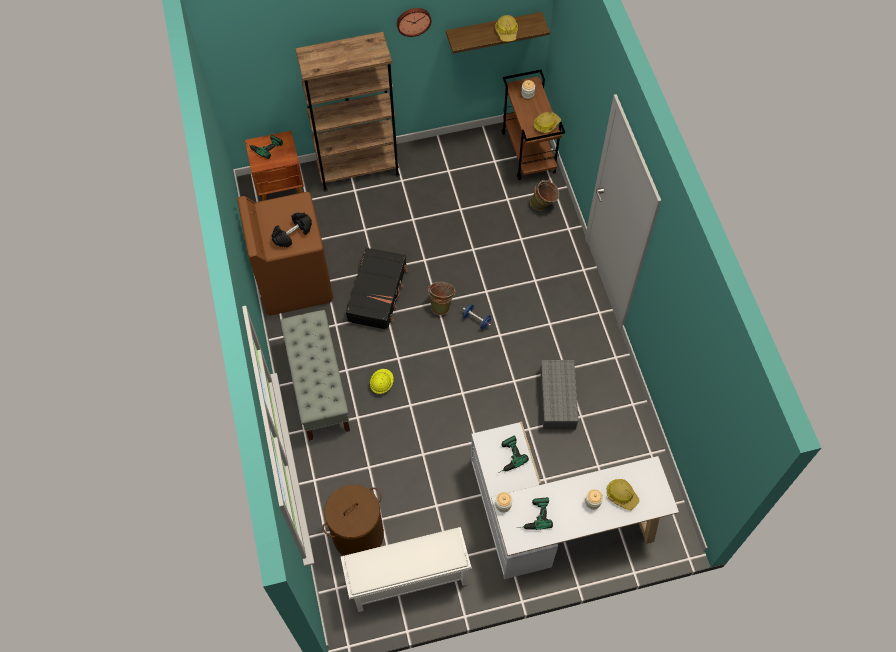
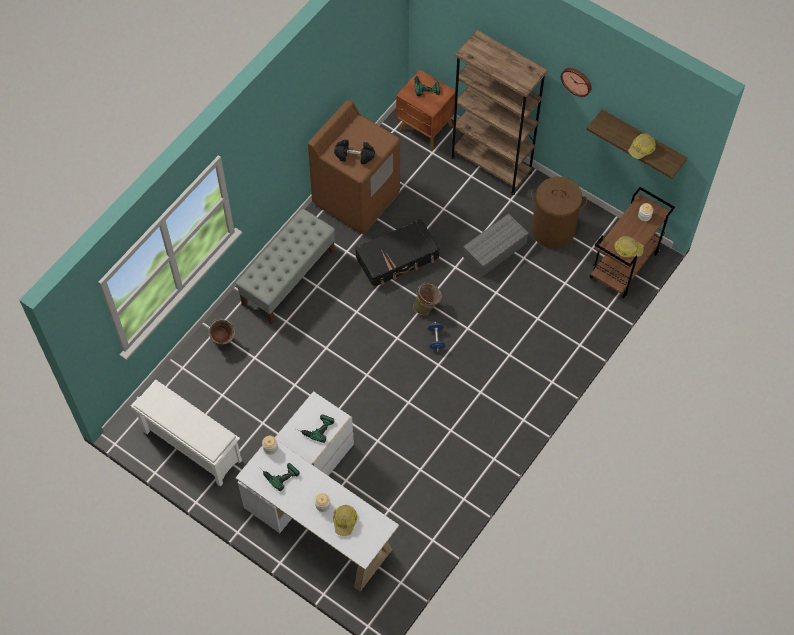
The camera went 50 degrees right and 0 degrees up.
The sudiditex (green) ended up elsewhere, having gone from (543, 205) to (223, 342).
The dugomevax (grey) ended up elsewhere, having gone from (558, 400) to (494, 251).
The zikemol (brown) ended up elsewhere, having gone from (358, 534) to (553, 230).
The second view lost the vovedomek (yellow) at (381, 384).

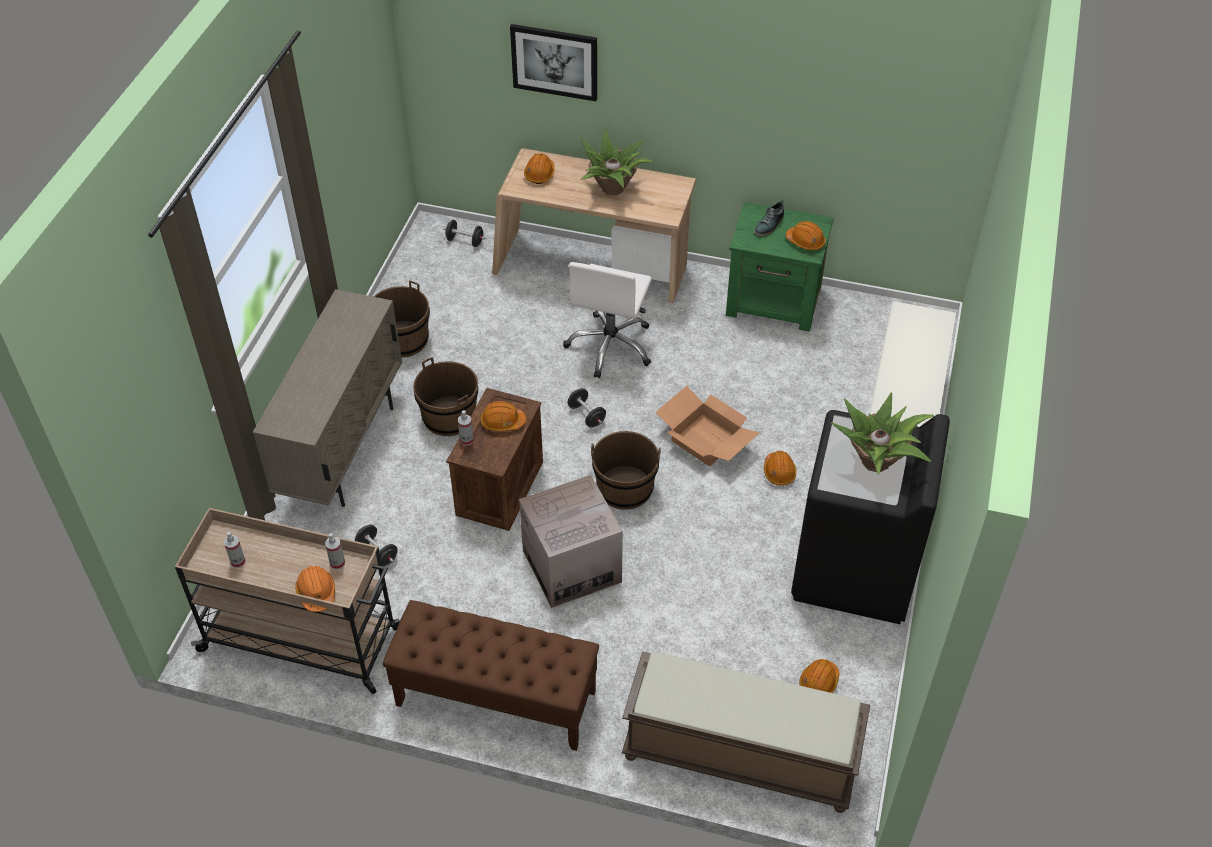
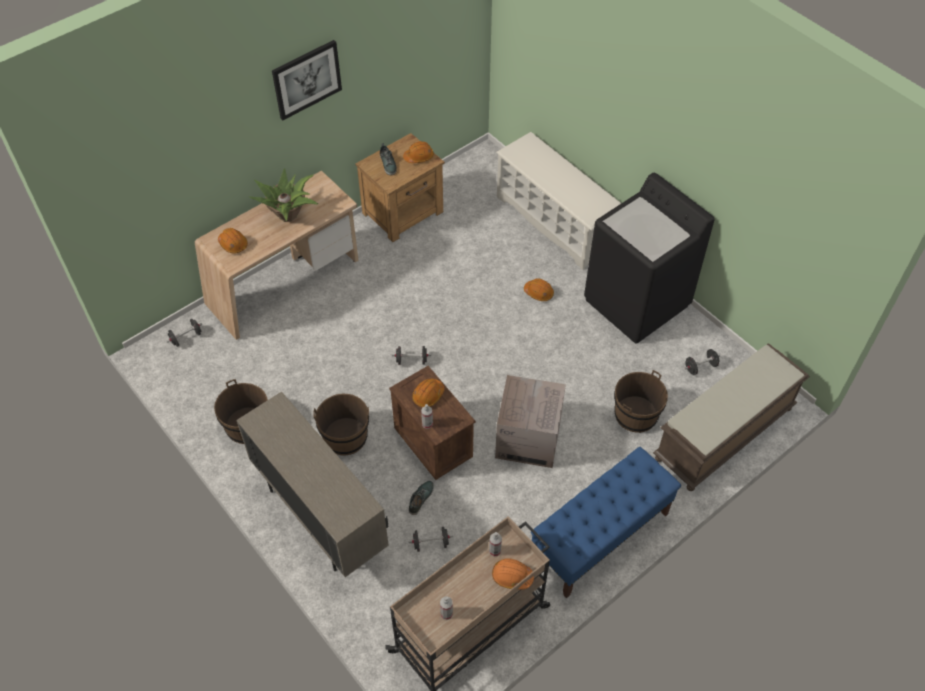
The camera went 55 degrees left and 5 degrees up.
The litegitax ended up elsewhere, having gone from (554, 61) to (306, 79).
What was the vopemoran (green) at (775, 302) turned into the vopemoran (brown) at (404, 212).
The second view gained the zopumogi at (420, 498).
What was the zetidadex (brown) at (495, 698) turned into the zetidadex (blue) at (600, 537).
The sudiditex (brown) ended up elsewhere, having gone from (625, 488) to (636, 415).
Where the vovedomek (orange) stood at (818, 682), the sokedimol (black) came to stand at (700, 367).
The second view lost the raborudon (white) at (611, 346).
The second view lost the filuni at (707, 440).
The second view lost the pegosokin at (877, 462).

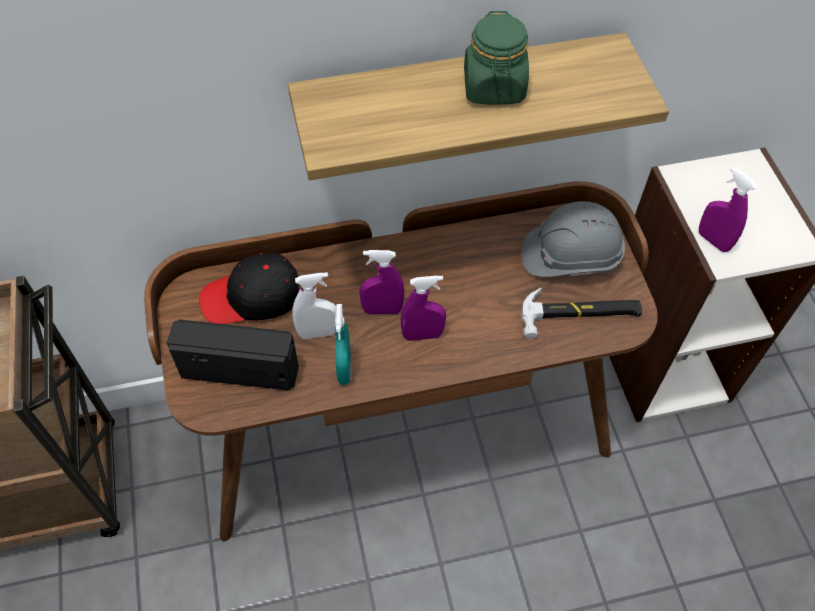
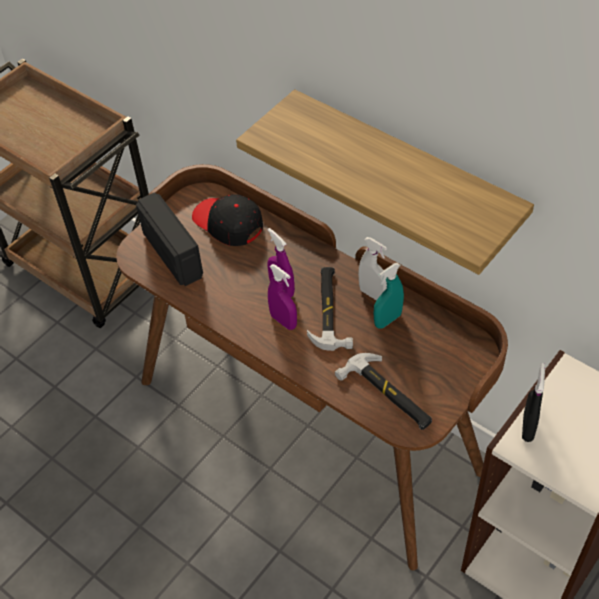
The camera went 55 degrees right and 5 degrees down.
The second view gained the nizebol at (329, 310).
The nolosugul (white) ended up elsewhere, having gone from (318, 333) to (373, 294).
The nolosugul (turquoise) ended up elsewhere, having gone from (344, 369) to (387, 320).
What was the nolosugul (purple) at (713, 241) turned into the nolosugul (black) at (528, 427).
The second view lost the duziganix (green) at (494, 87).
The second view lost the vovedomek (grey) at (570, 256).

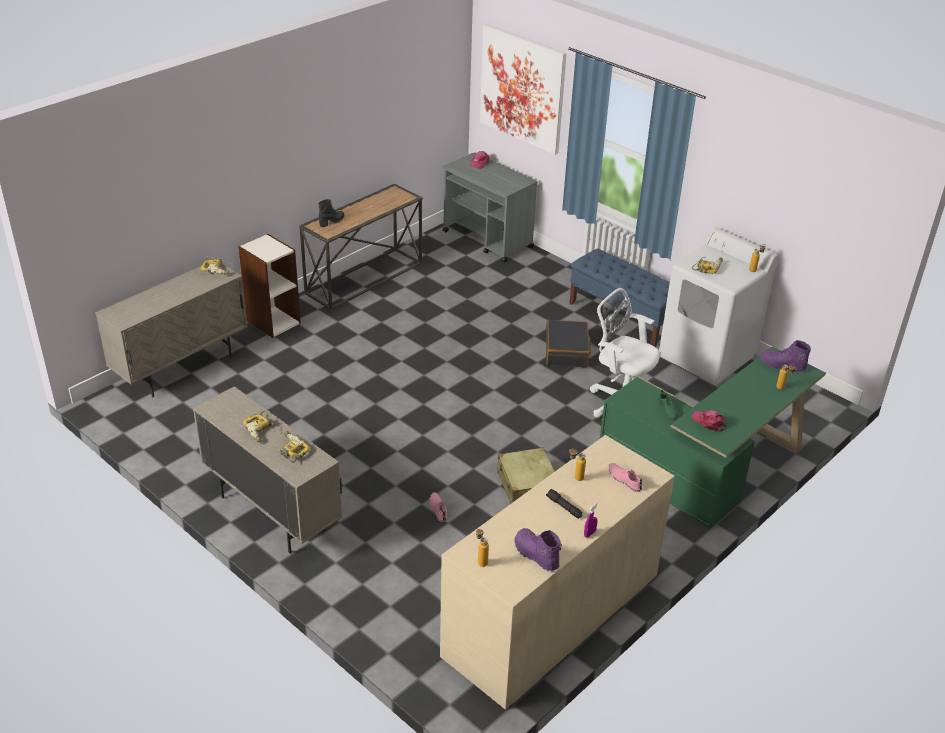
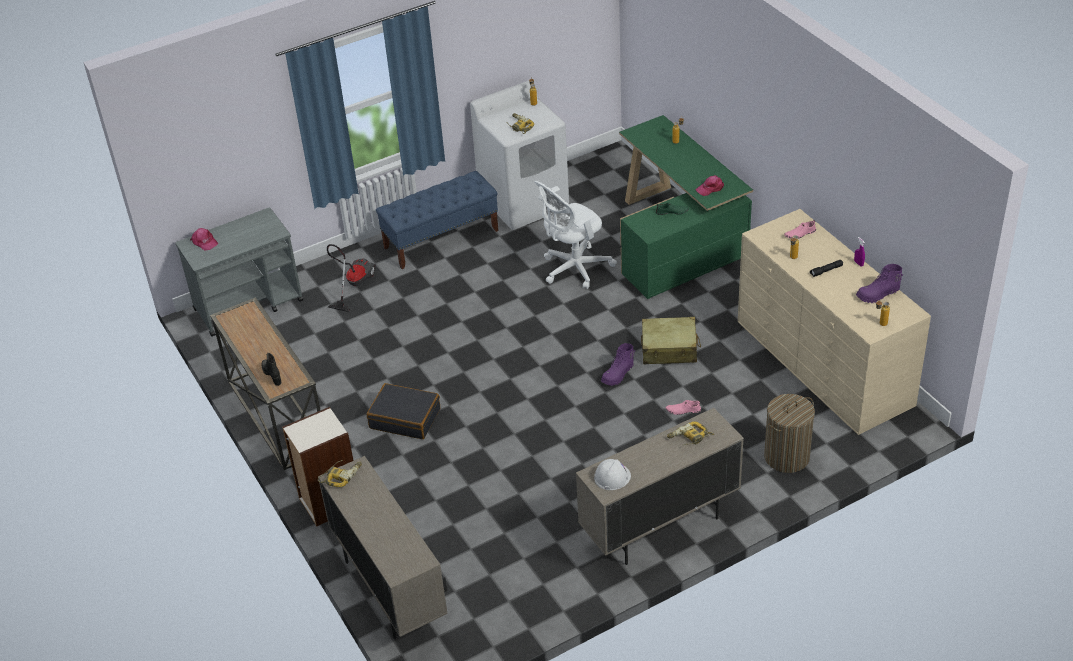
The camera went 70 degrees left and 5 degrees up.
The second view gained the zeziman at (353, 284).
The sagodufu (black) ended up elsewhere, having gone from (567, 351) to (405, 418).
The second view gained the vovedomek (white) at (612, 477).
The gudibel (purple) ended up elsewhere, having gone from (782, 365) to (618, 375).
The second view gained the zikemol at (786, 457).
The second view lost the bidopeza at (261, 430).
The second view lost the litegitax at (522, 88).

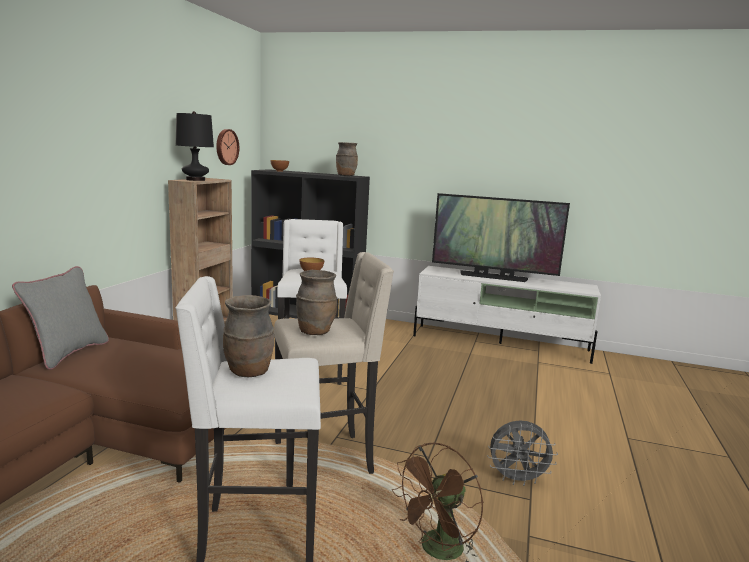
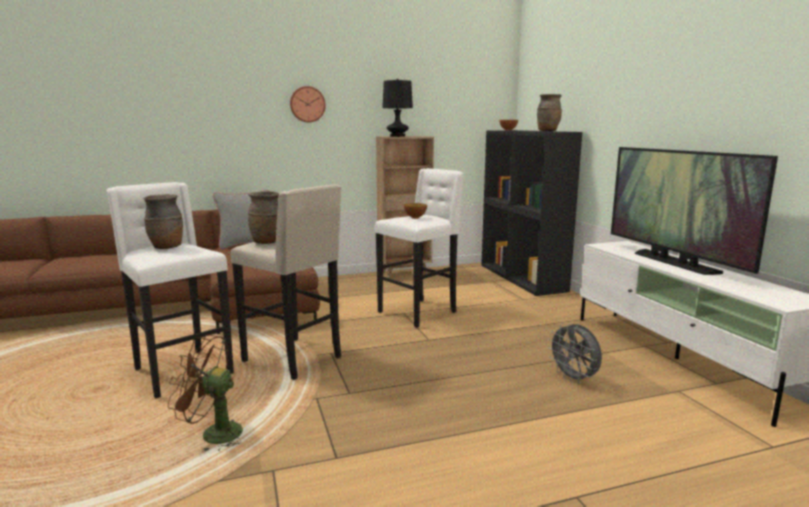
The camera went 55 degrees right and 0 degrees up.
The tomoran ended up elsewhere, having gone from (226, 147) to (307, 104).
The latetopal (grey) ended up elsewhere, having gone from (517, 480) to (574, 379).

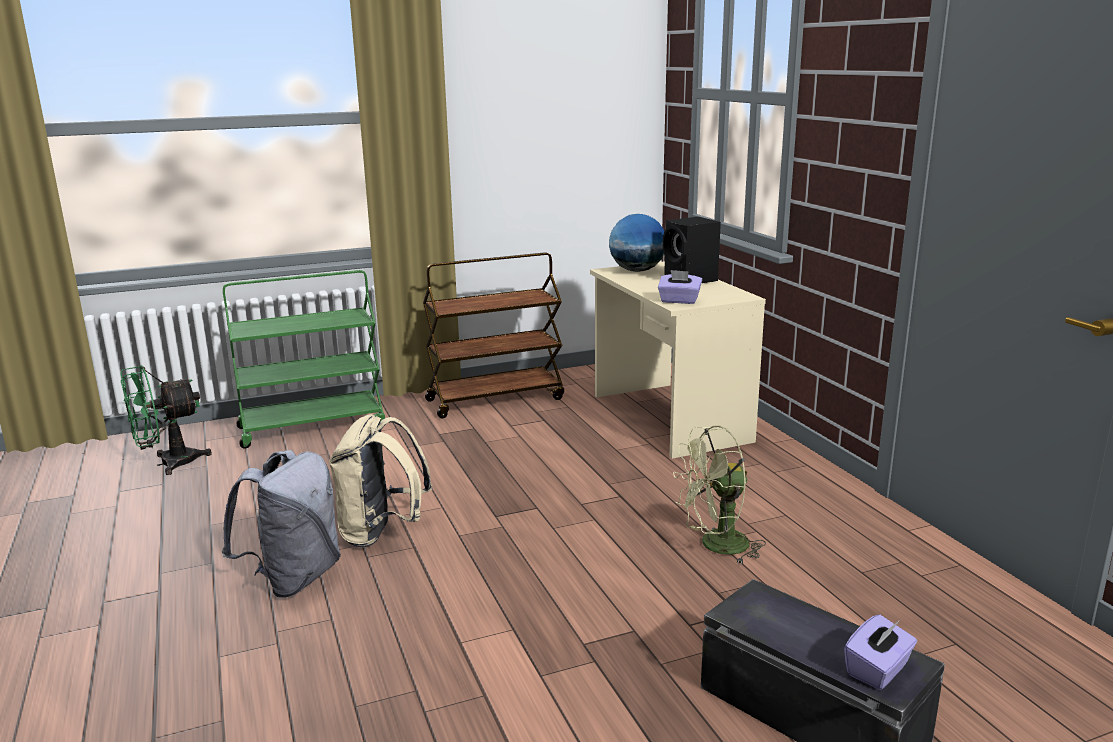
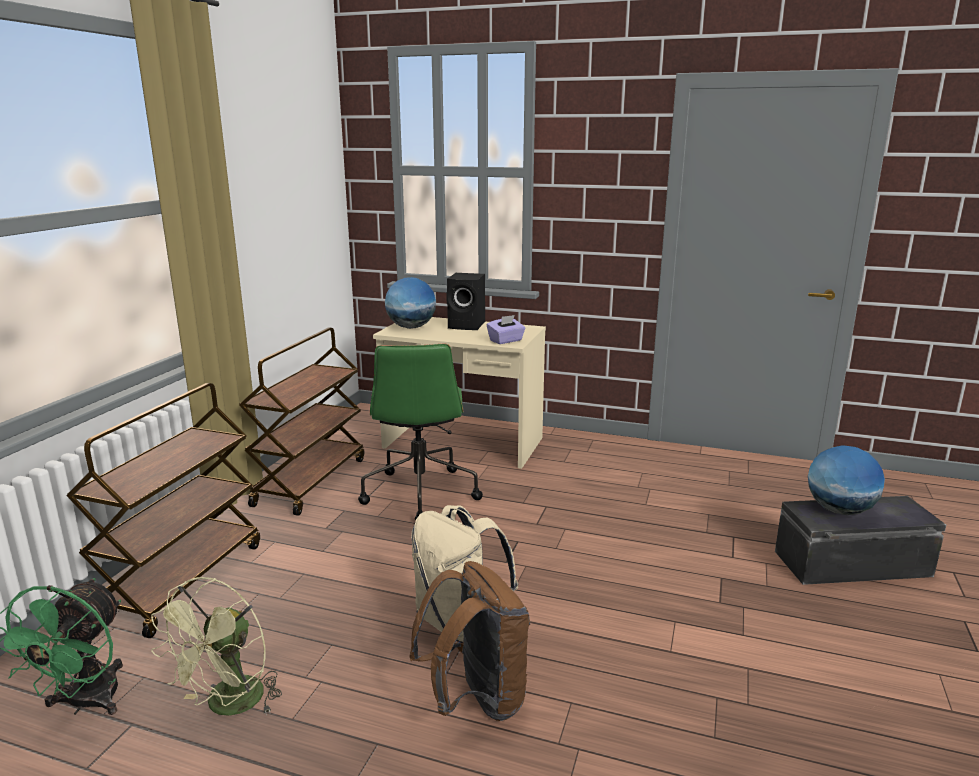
The camera went 50 degrees left and 0 degrees up.
What was the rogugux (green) at (313, 426) turned into the rogugux (brown) at (182, 580).
The latetopal (green) ended up elsewhere, having gone from (716, 546) to (229, 706).
The second view gained the raborudon (green) at (420, 492).
What was the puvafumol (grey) at (294, 578) turned into the puvafumol (brown) at (476, 699).
The second view gained the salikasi at (839, 510).
The second view lost the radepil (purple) at (878, 670).

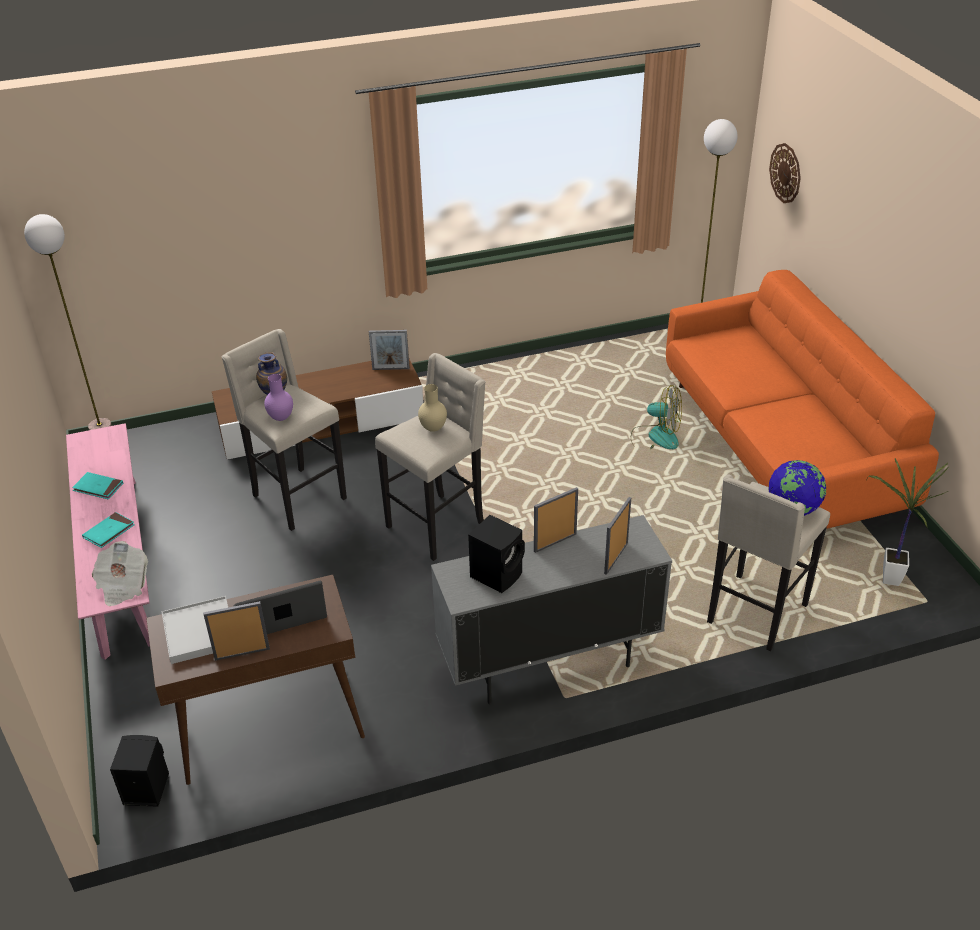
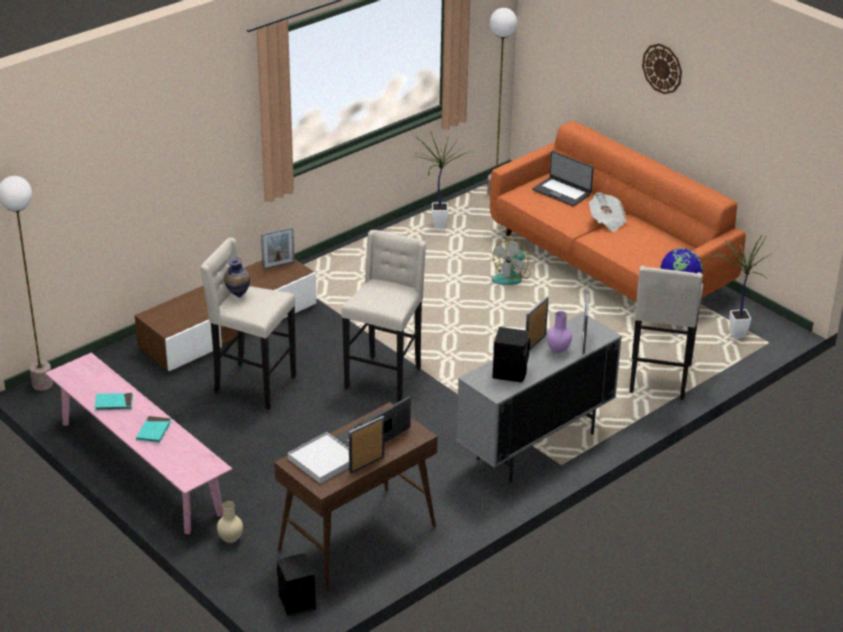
The camera went 25 degrees left and 5 degrees down.
The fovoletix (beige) ended up elsewhere, having gone from (434, 429) to (231, 539).
The second view gained the pegosokin at (437, 227).
The latetopal at (655, 437) ended up facing another way, 135 degrees clockwise from before.
The second view gained the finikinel at (562, 192).
The fovoletix (purple) ended up elsewhere, having gone from (280, 418) to (557, 350).
The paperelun ended up elsewhere, having gone from (122, 585) to (607, 221).
The tomoran ended up elsewhere, having gone from (785, 173) to (662, 68).

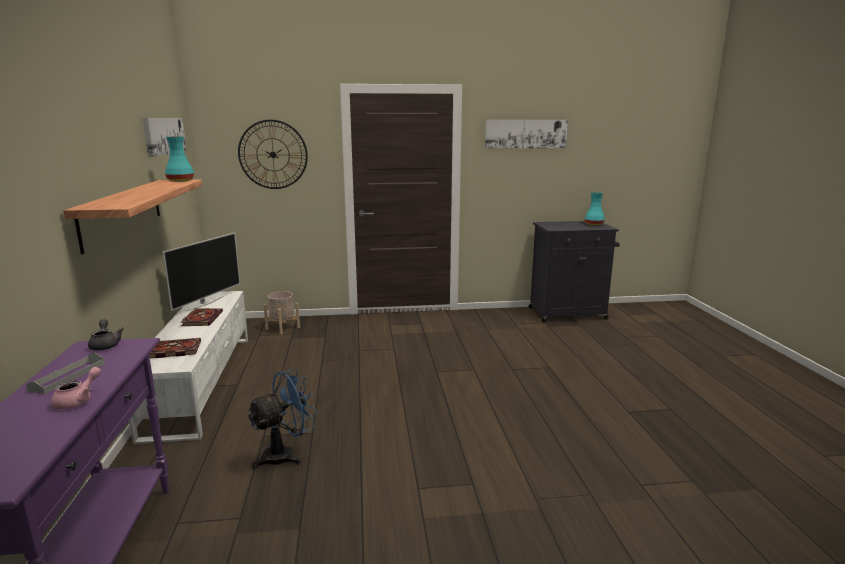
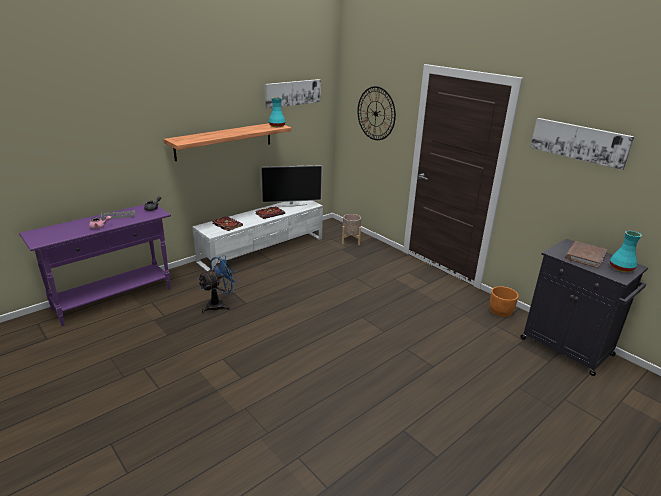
The camera went 55 degrees right and 10 degrees up.
The latetopal (blue) at (285, 454) ended up facing another way, 60 degrees counterclockwise from before.
The second view gained the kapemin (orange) at (500, 311).
The second view gained the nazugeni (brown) at (585, 256).

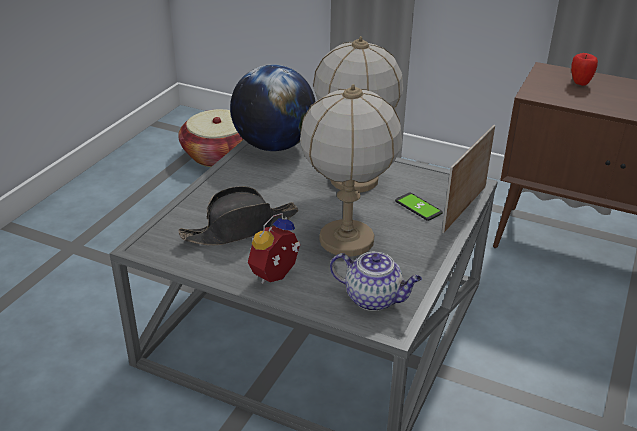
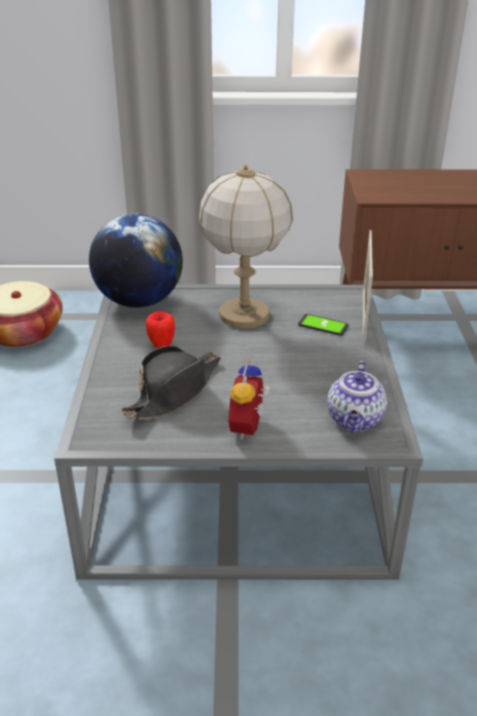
The camera went 25 degrees left and 0 degrees up.
The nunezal ended up elsewhere, having gone from (580, 83) to (161, 345).
The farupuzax at (374, 298) ended up facing another way, 105 degrees clockwise from before.
The second view lost the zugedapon at (345, 240).

